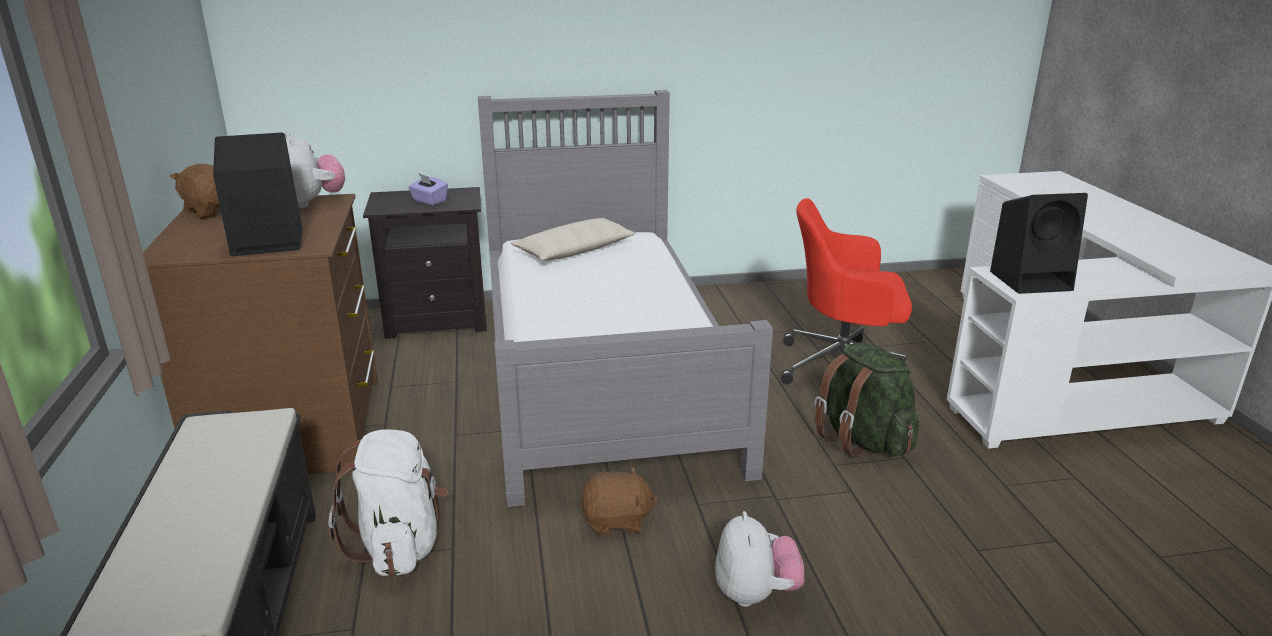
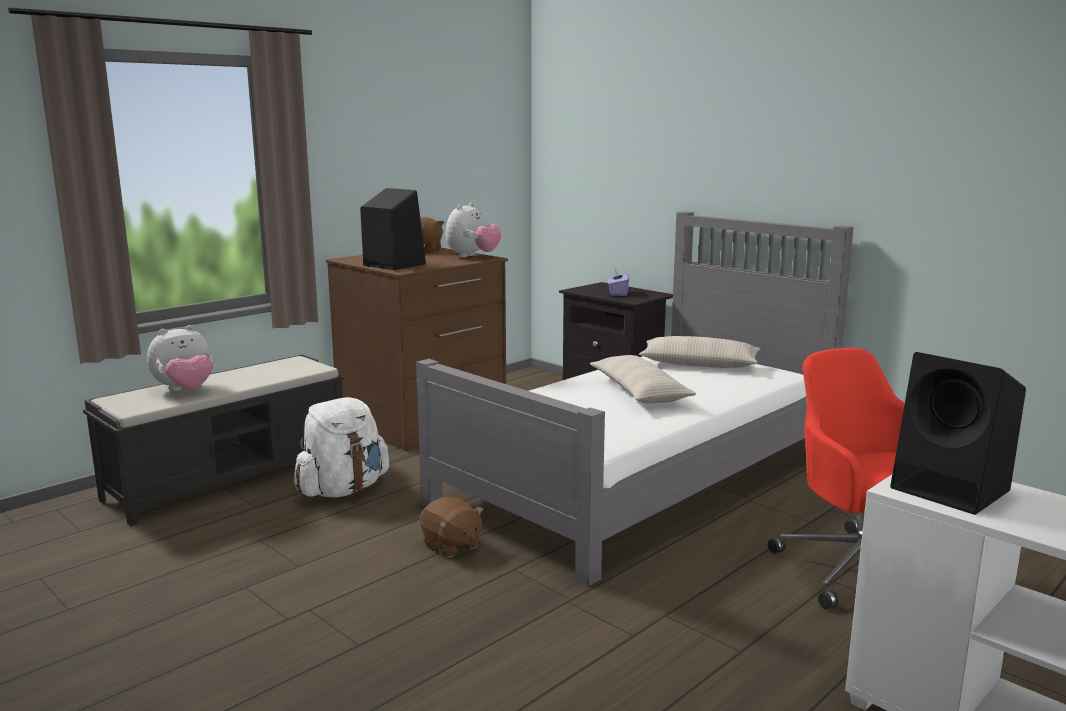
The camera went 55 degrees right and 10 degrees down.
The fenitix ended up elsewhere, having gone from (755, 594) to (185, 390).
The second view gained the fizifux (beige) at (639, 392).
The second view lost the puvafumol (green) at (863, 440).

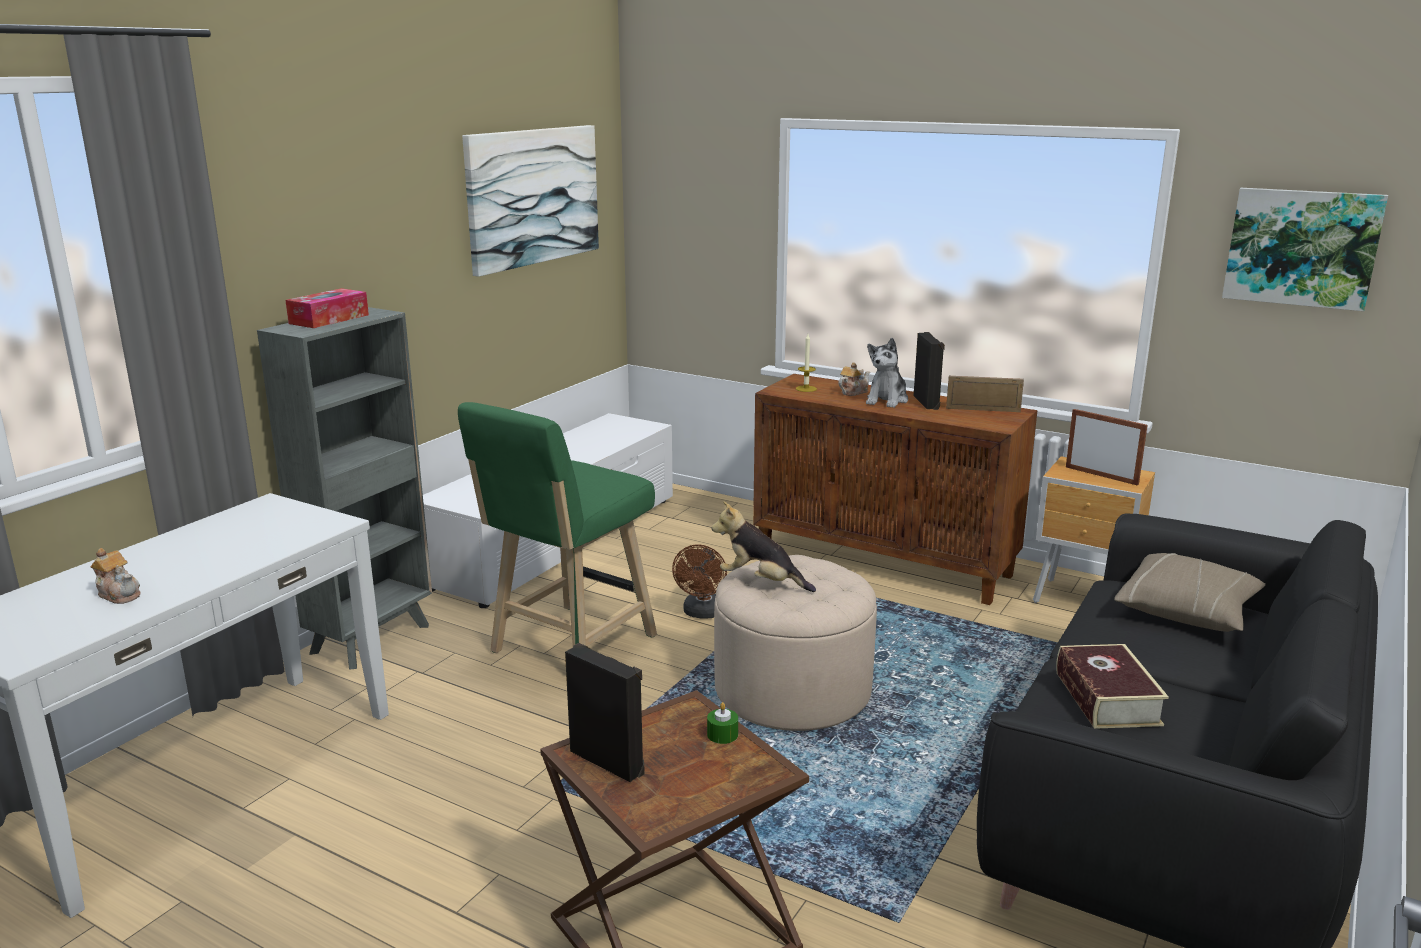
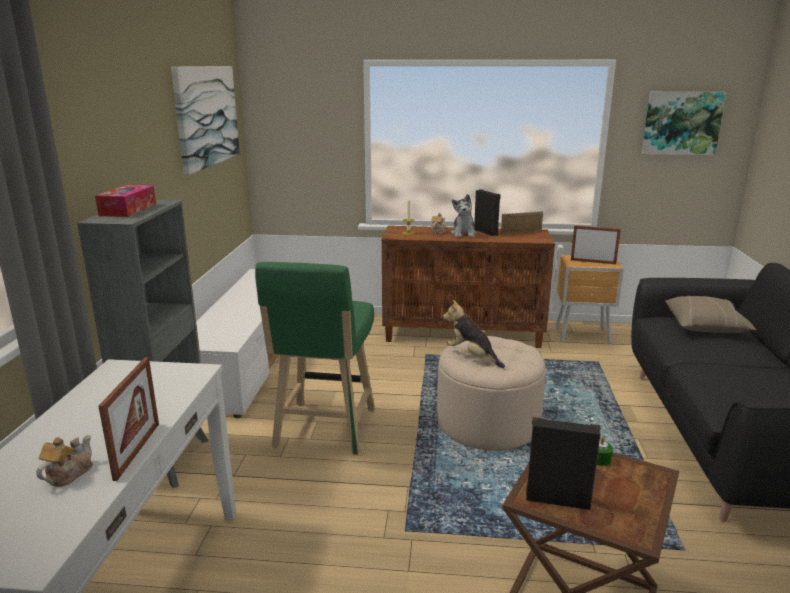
The camera went 25 degrees left and 0 degrees up.
The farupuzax at (119, 594) ended up facing another way, 75 degrees counterclockwise from before.
The second view gained the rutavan at (137, 450).
The fenitix at (761, 582) ended up facing another way, 45 degrees clockwise from before.
The second view lost the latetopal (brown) at (702, 613).
The second view lost the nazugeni at (1107, 698).

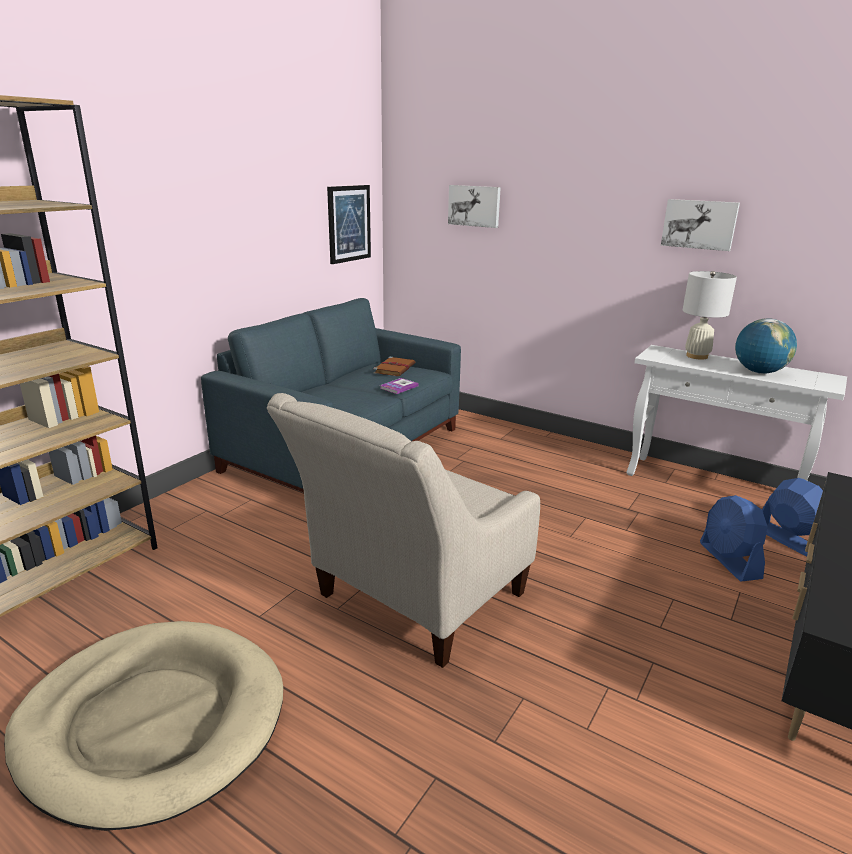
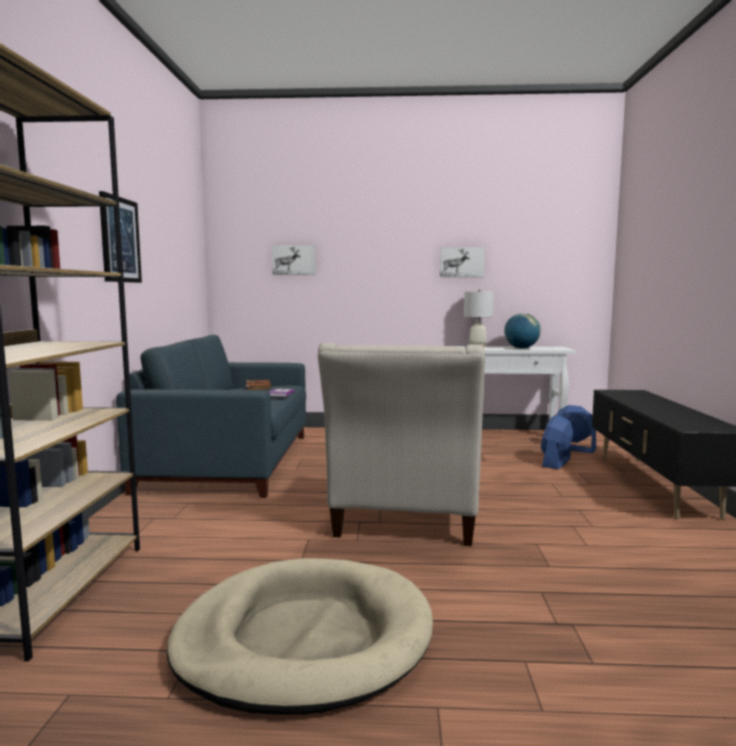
The camera went 30 degrees left and 15 degrees down.
The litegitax ended up elsewhere, having gone from (348, 223) to (119, 240).
The latetopal (blue) at (729, 560) ended up facing another way, 75 degrees clockwise from before.

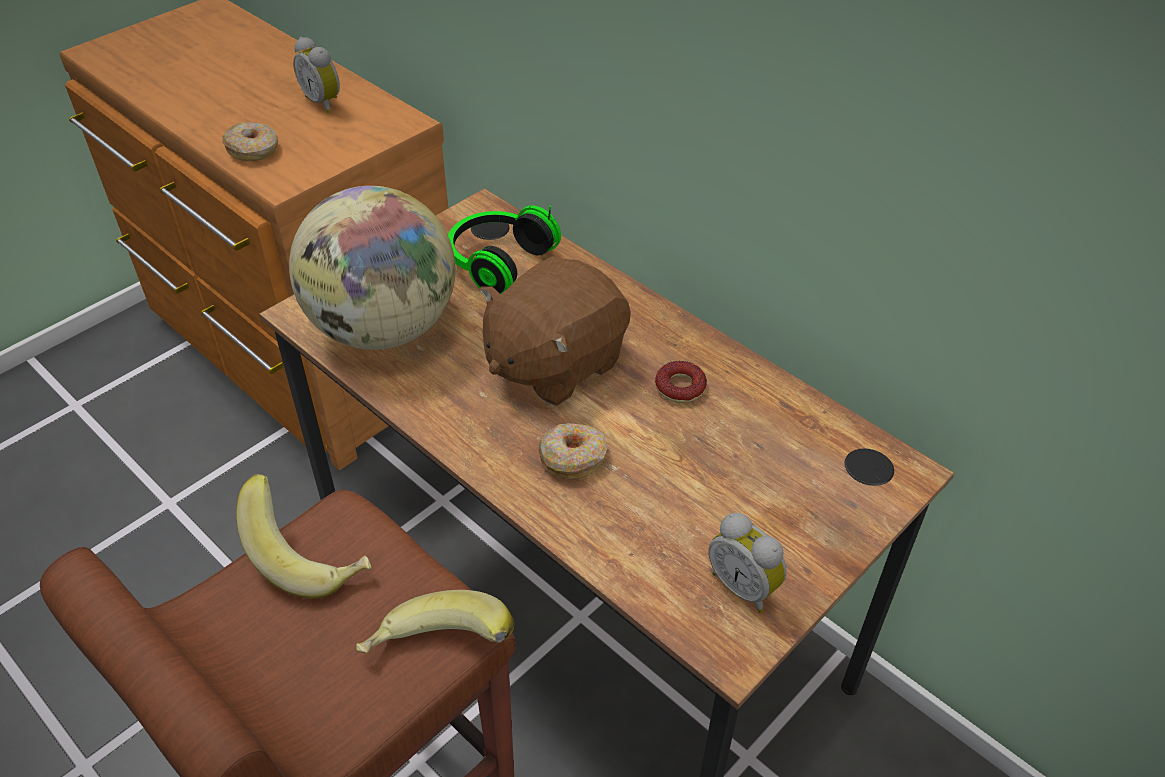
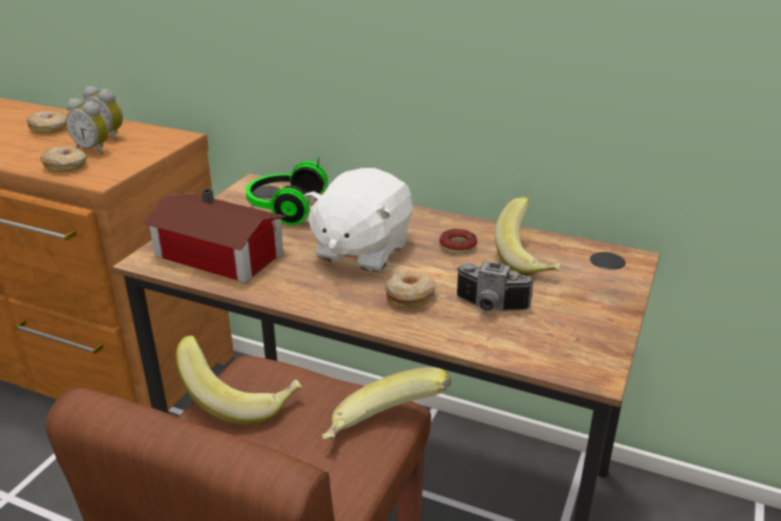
The camera went 20 degrees left and 15 degrees down.
The second view gained the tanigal at (49, 129).
The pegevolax ended up elsewhere, having gone from (744, 586) to (94, 149).
Where the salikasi stood at (383, 329), the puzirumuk came to stand at (220, 256).
What was the fenitix (brown) at (554, 363) turned into the fenitix (white) at (361, 251).
The second view gained the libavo at (490, 307).
The second view gained the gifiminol at (529, 259).

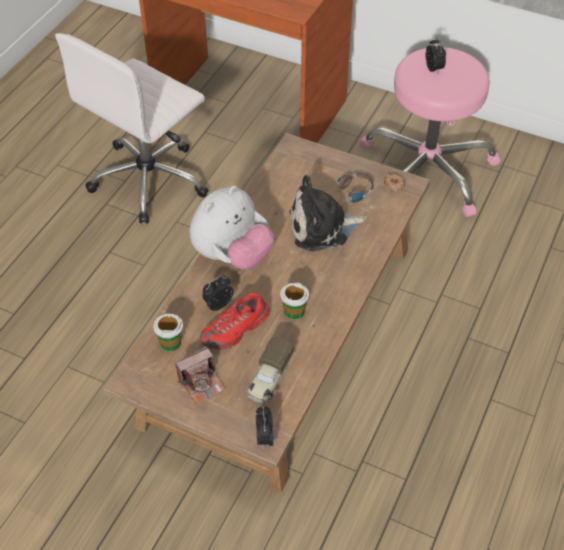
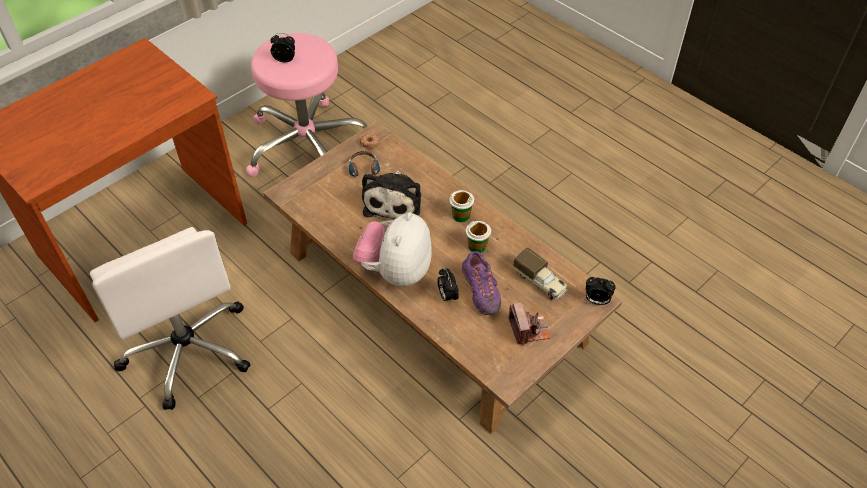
The camera went 70 degrees left and 0 degrees up.
The fenitix at (232, 255) ended up facing another way, 135 degrees counterclockwise from before.
The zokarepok ended up elsewhere, having gone from (170, 342) to (461, 215).
What was the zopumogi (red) at (235, 330) turned into the zopumogi (purple) at (481, 291).

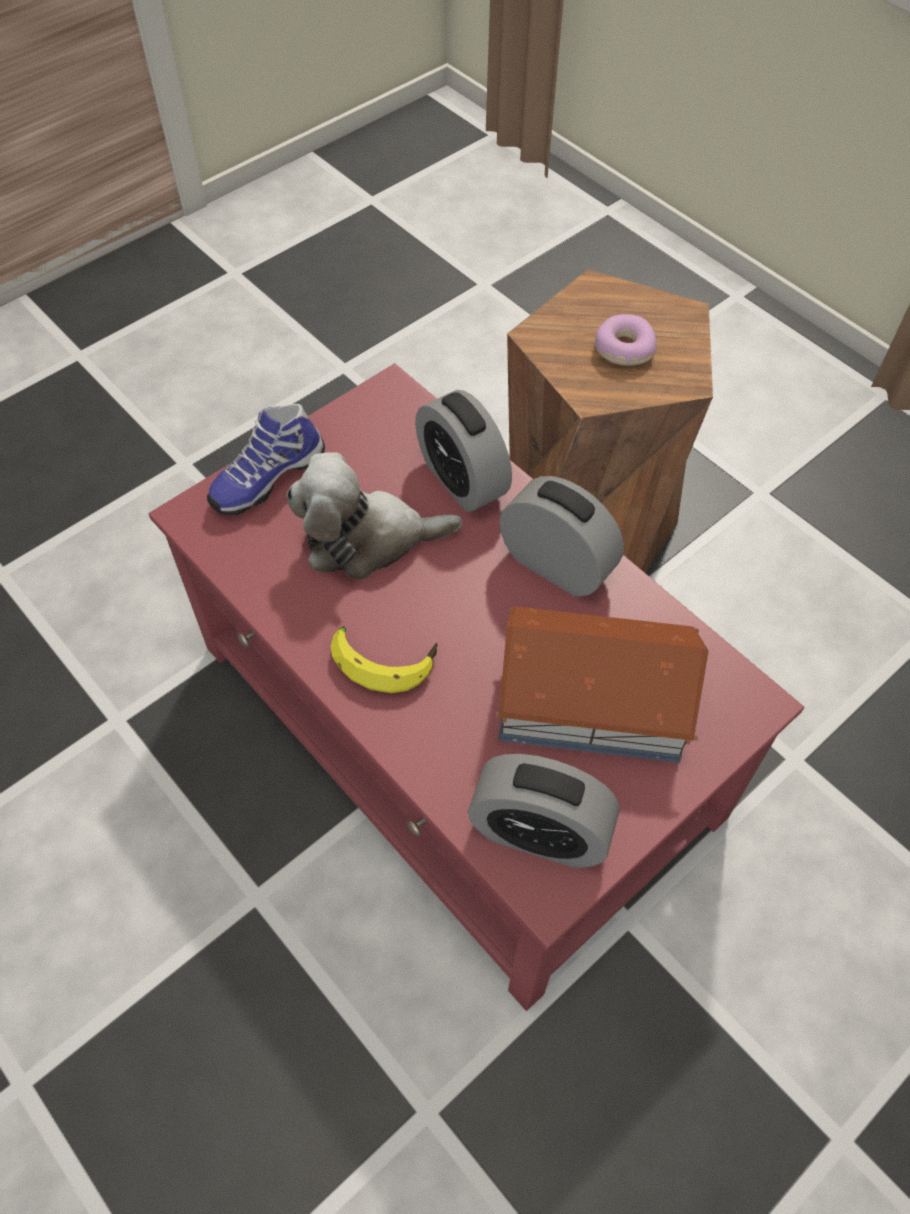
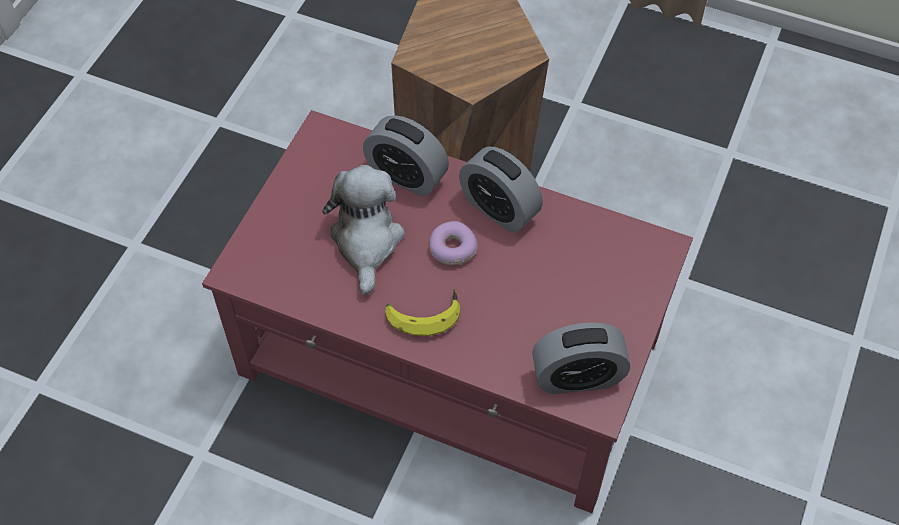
The camera went 25 degrees left and 0 degrees up.
The fenitix at (367, 539) ended up facing another way, 120 degrees clockwise from before.
The tanigal ended up elsewhere, having gone from (623, 348) to (452, 248).
The pegevolax at (556, 564) ended up facing another way, 150 degrees counterclockwise from before.
The second view lost the zopumogi at (266, 477).
The second view lost the puzirumuk at (590, 698).

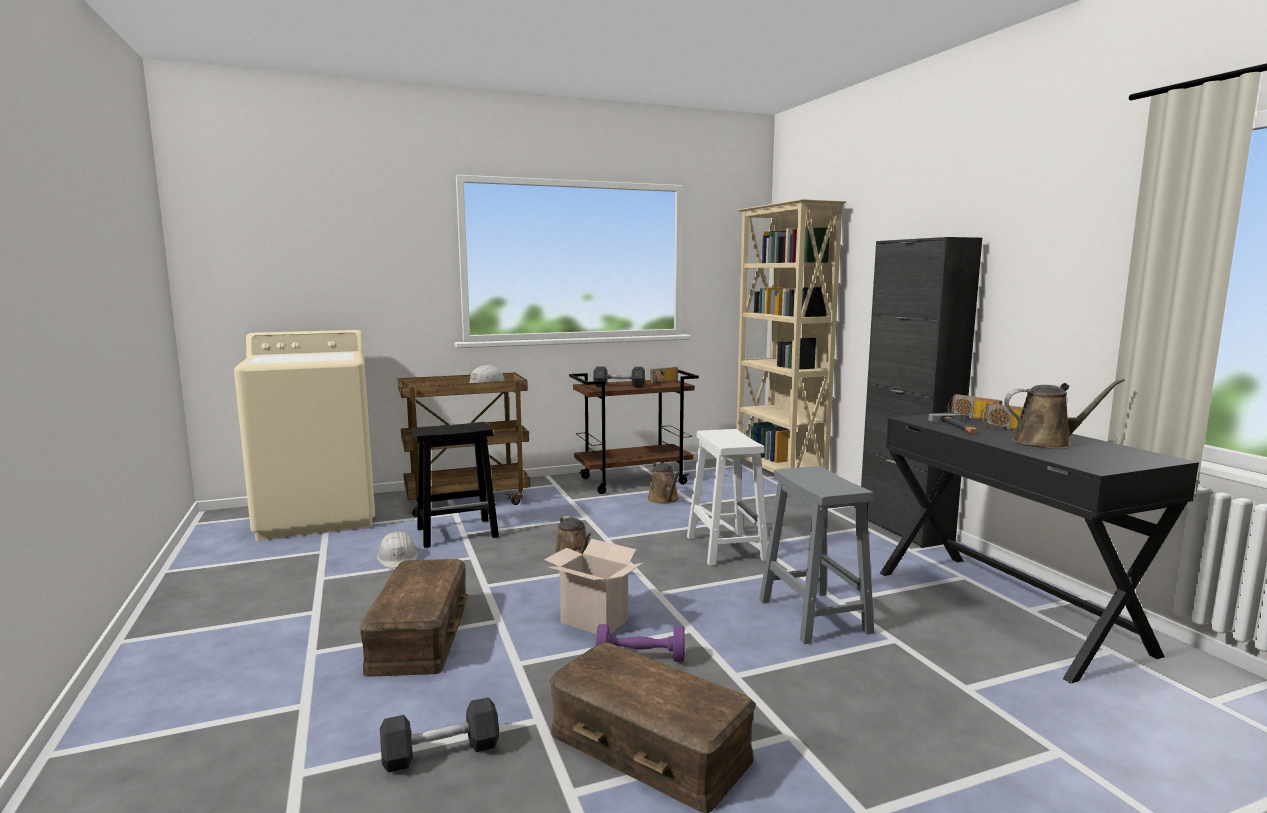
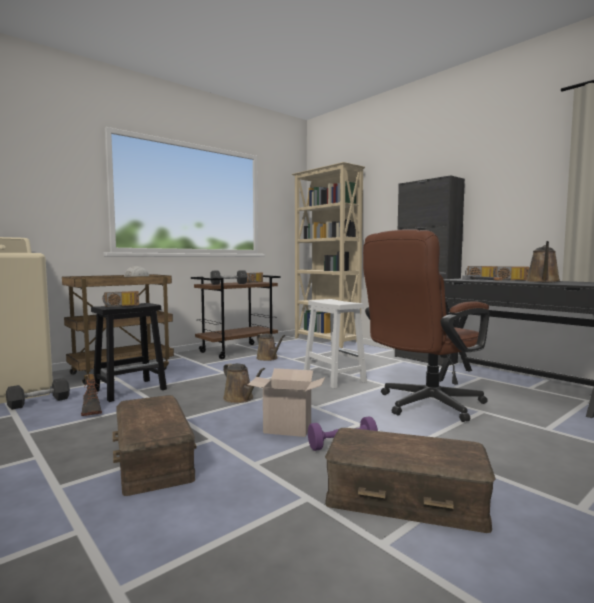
The camera went 20 degrees left and 5 degrees down.
The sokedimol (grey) ended up elsewhere, having gone from (441, 752) to (39, 402).
Where the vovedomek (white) stood at (398, 558), the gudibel came to stand at (90, 411).
The second view gained the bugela at (121, 306).
Where the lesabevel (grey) stood at (812, 615), the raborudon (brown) came to stand at (423, 405).
The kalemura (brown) at (1047, 443) ended up facing another way, 135 degrees clockwise from before.

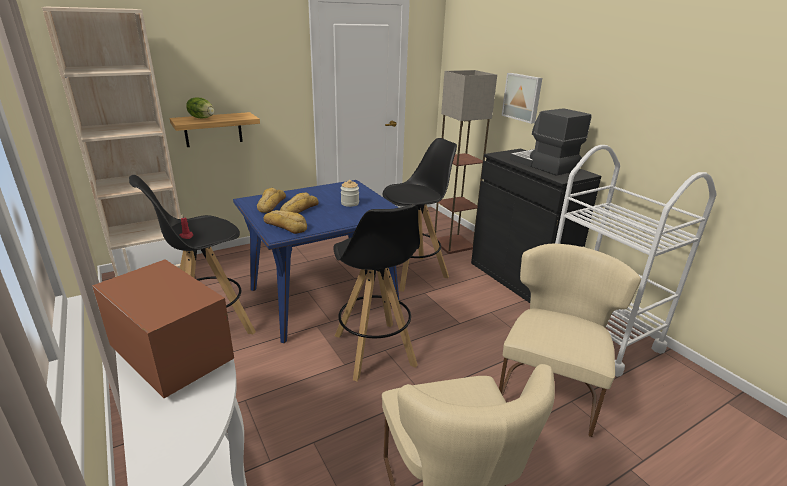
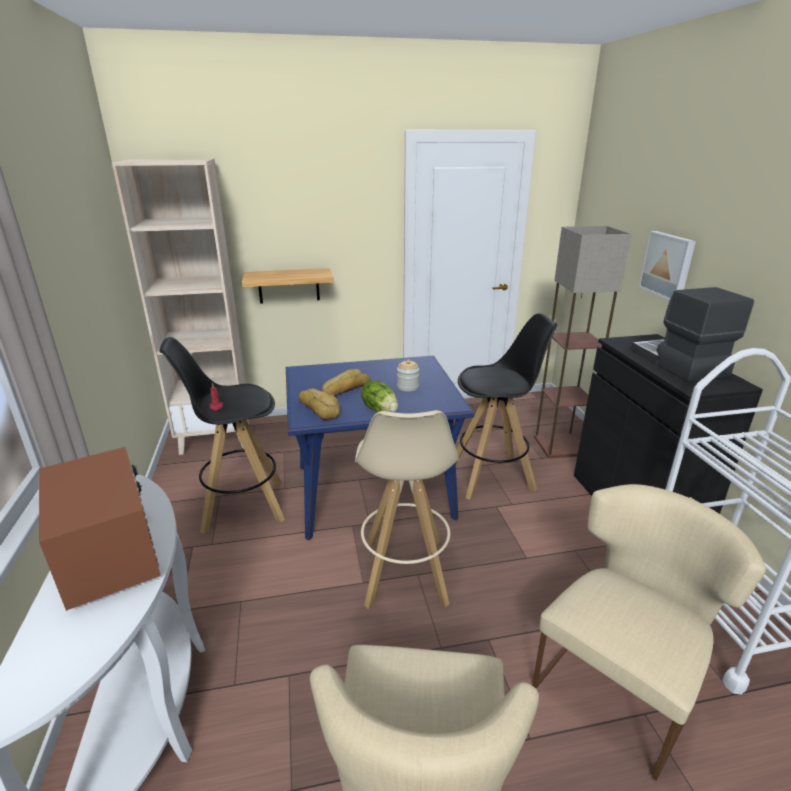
The camera went 20 degrees right and 0 degrees up.
What was the lesabevel (black) at (374, 350) turned into the lesabevel (beige) at (404, 572).
The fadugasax ended up elsewhere, having gone from (202, 118) to (380, 409).
The second view lost the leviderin at (270, 205).

